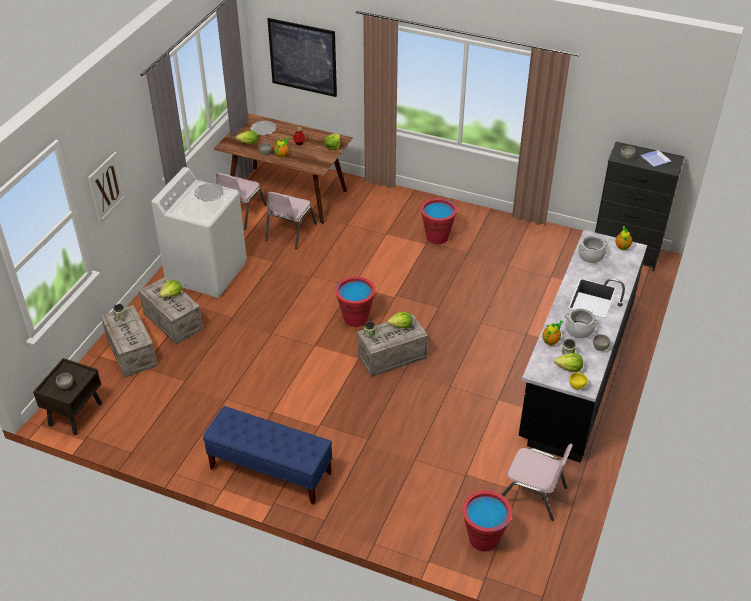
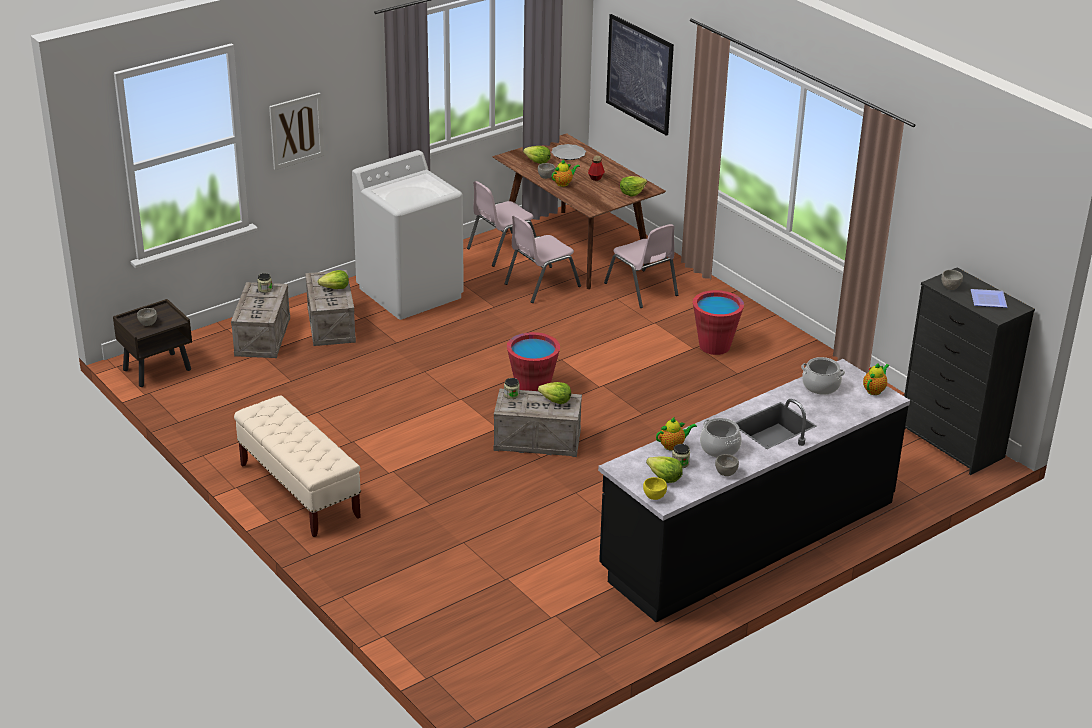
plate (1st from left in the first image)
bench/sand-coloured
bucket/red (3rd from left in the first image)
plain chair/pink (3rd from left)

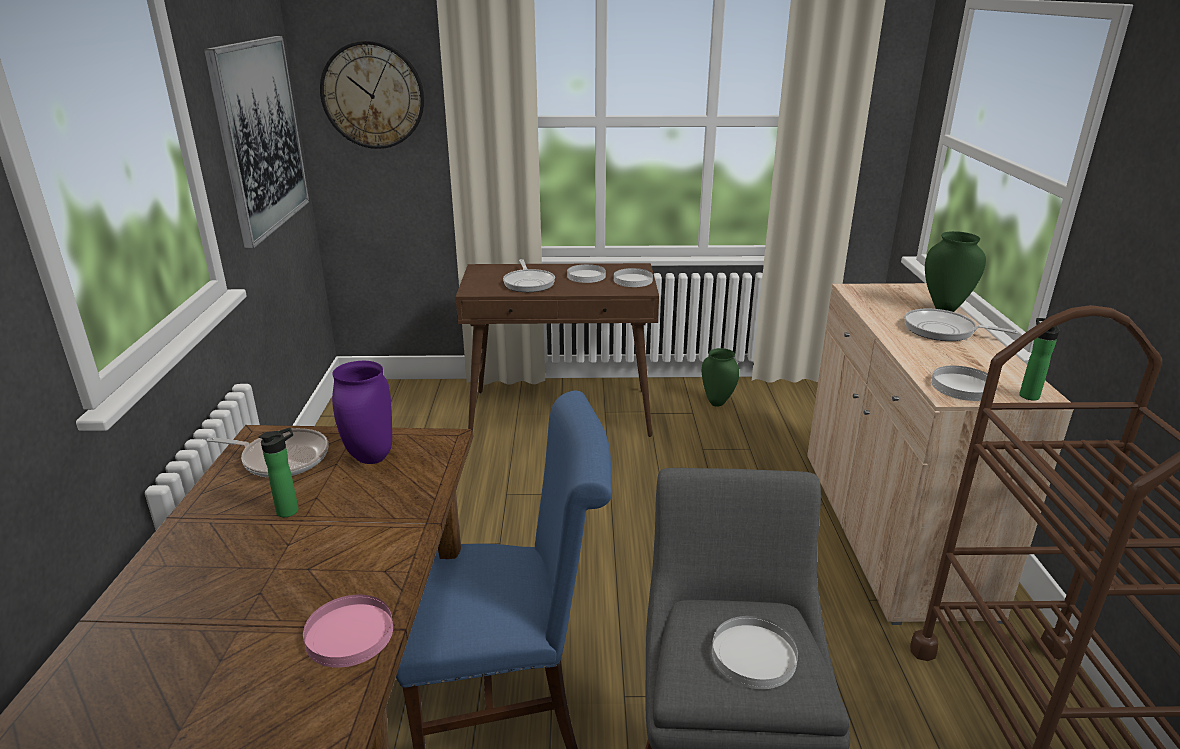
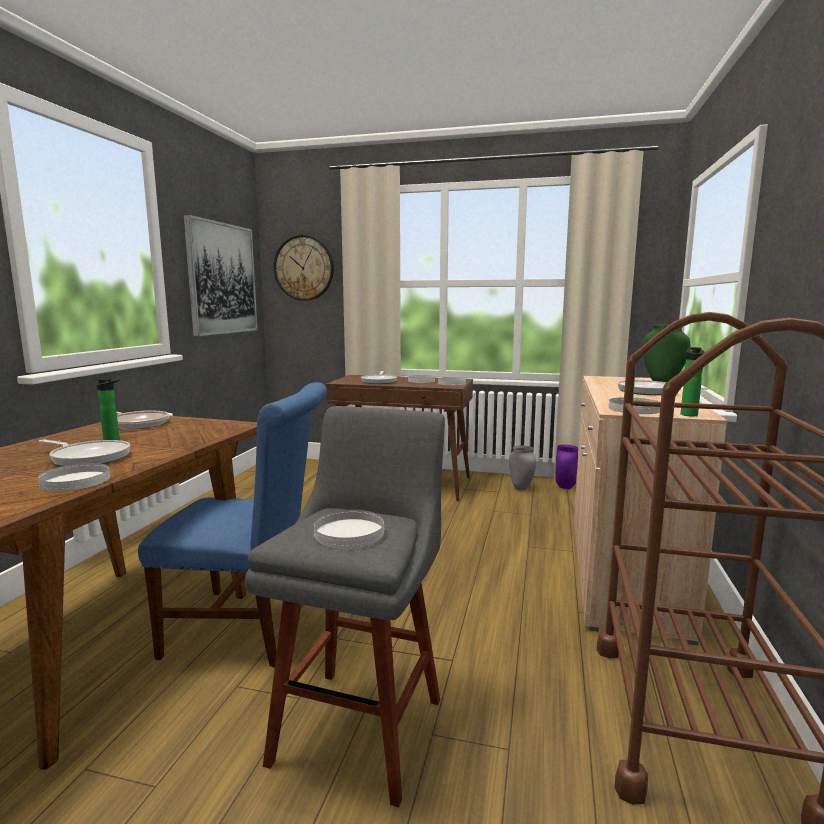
plate/white-coloured (1st from left)
flower vase/purple
flower vase/grey
frying pan (1st from left)

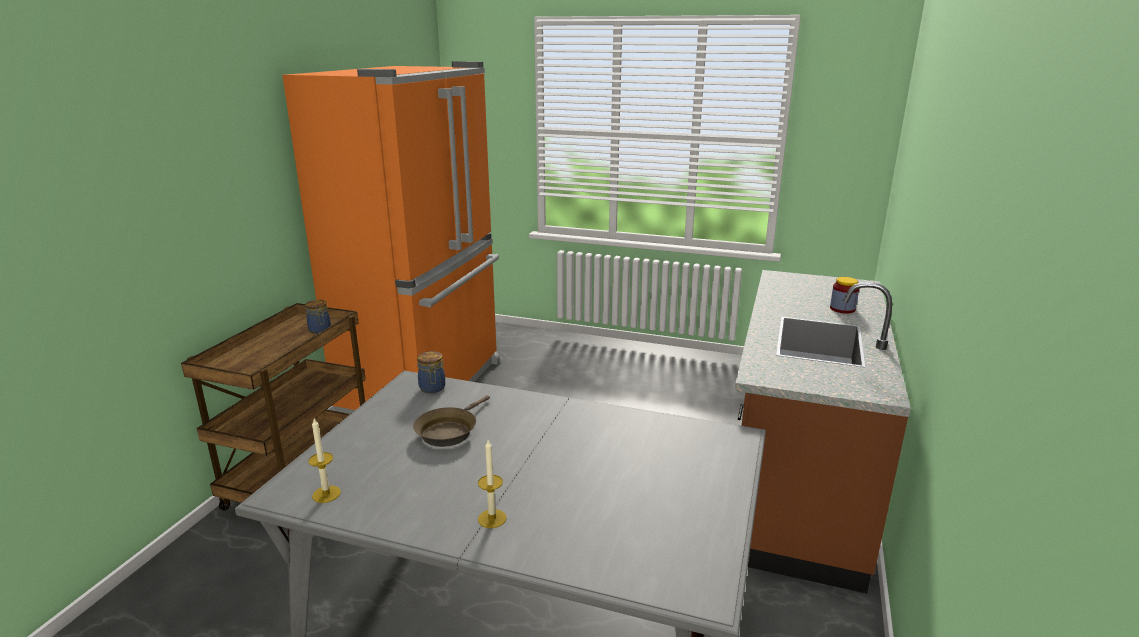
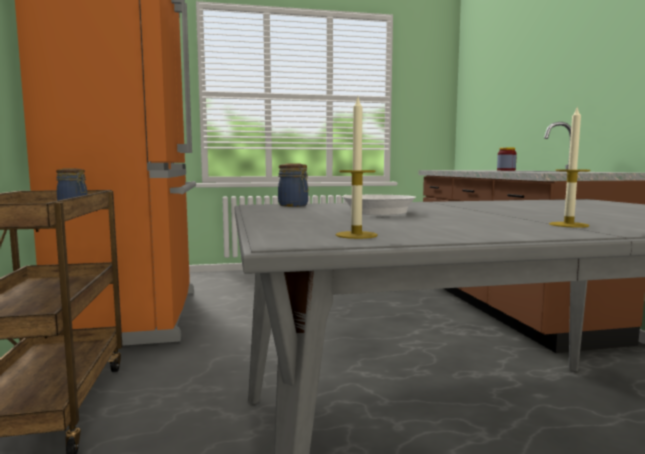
frying pan/white-coloured

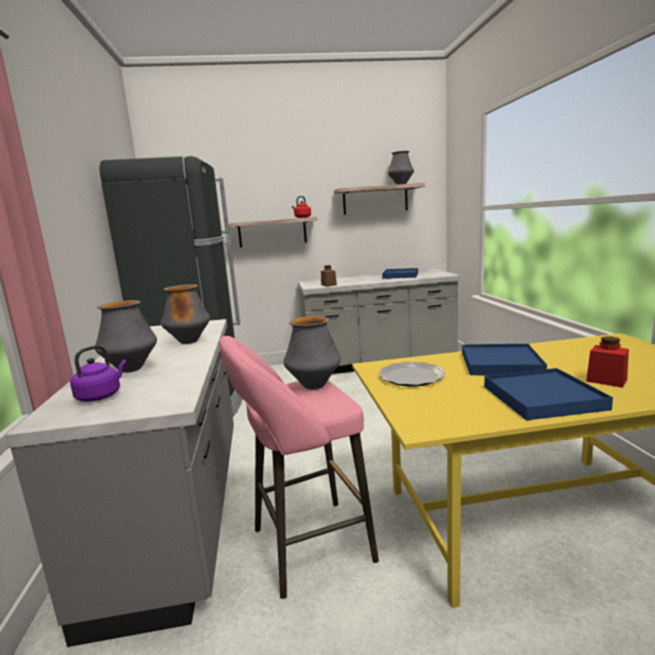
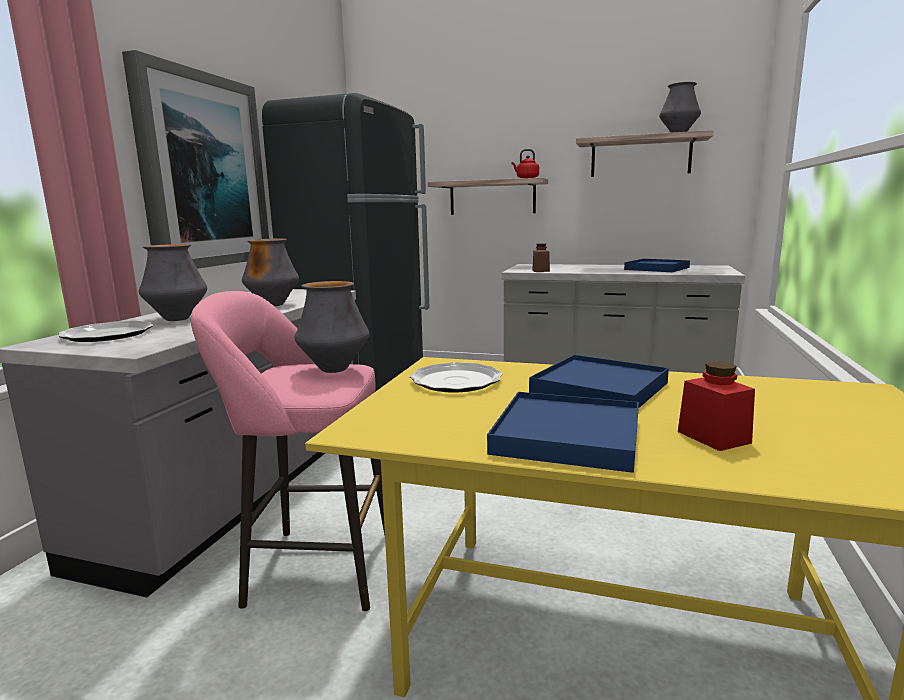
plate (1st from left)
picture

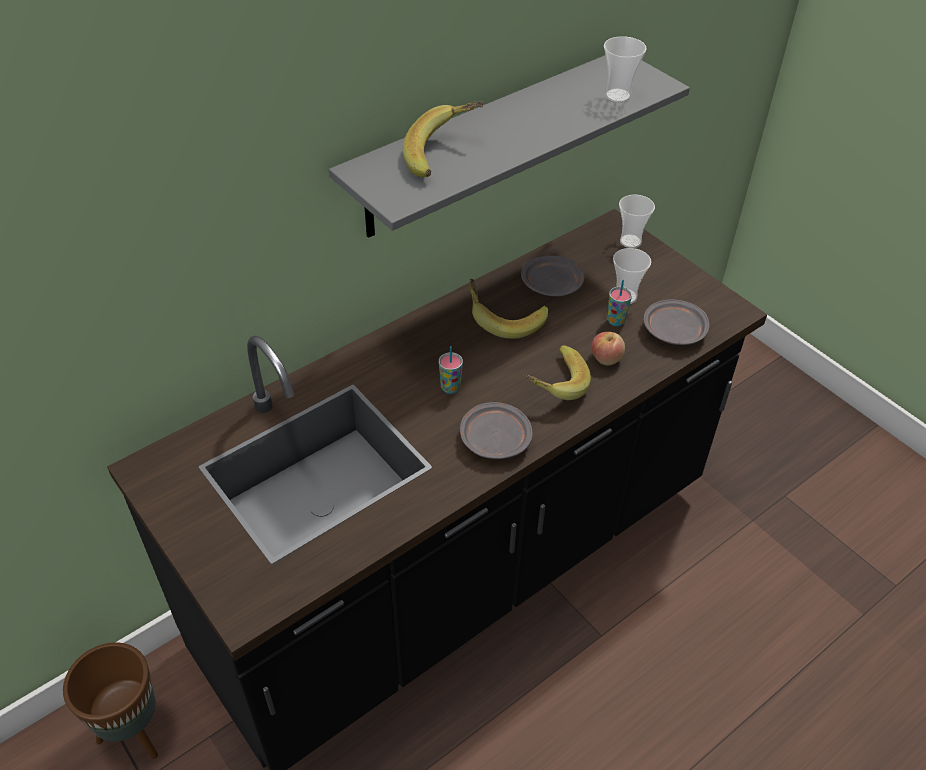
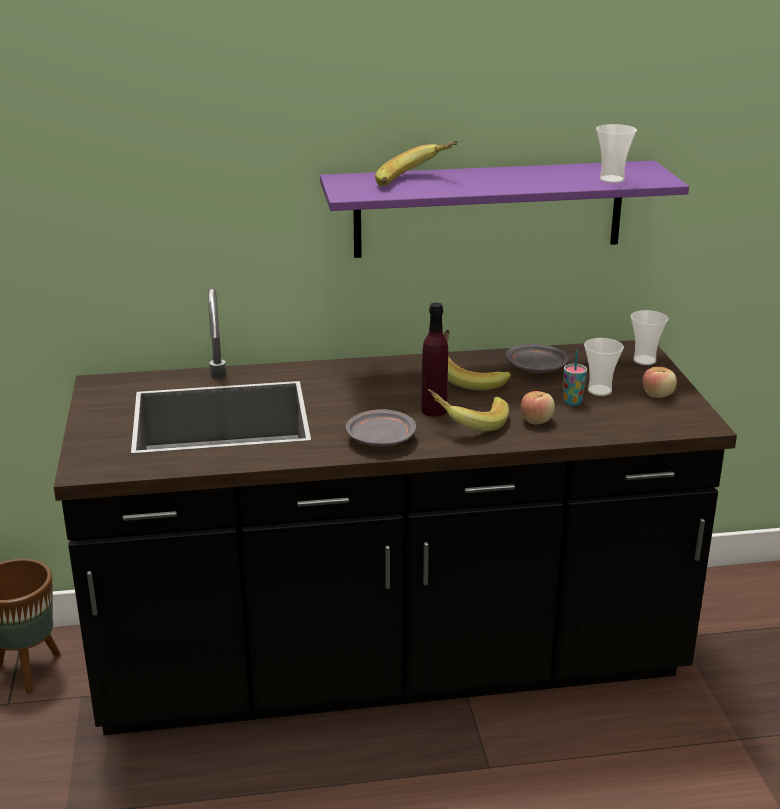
shelf/purple
cup (1st from left in the first image)
plate/grey (3rd from left in the first image)
drink bottle/purple
apple (2nd from left)

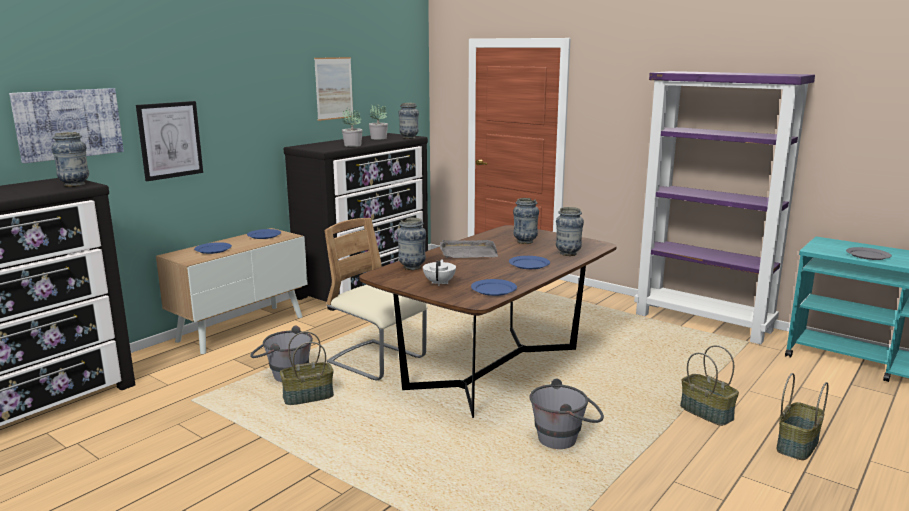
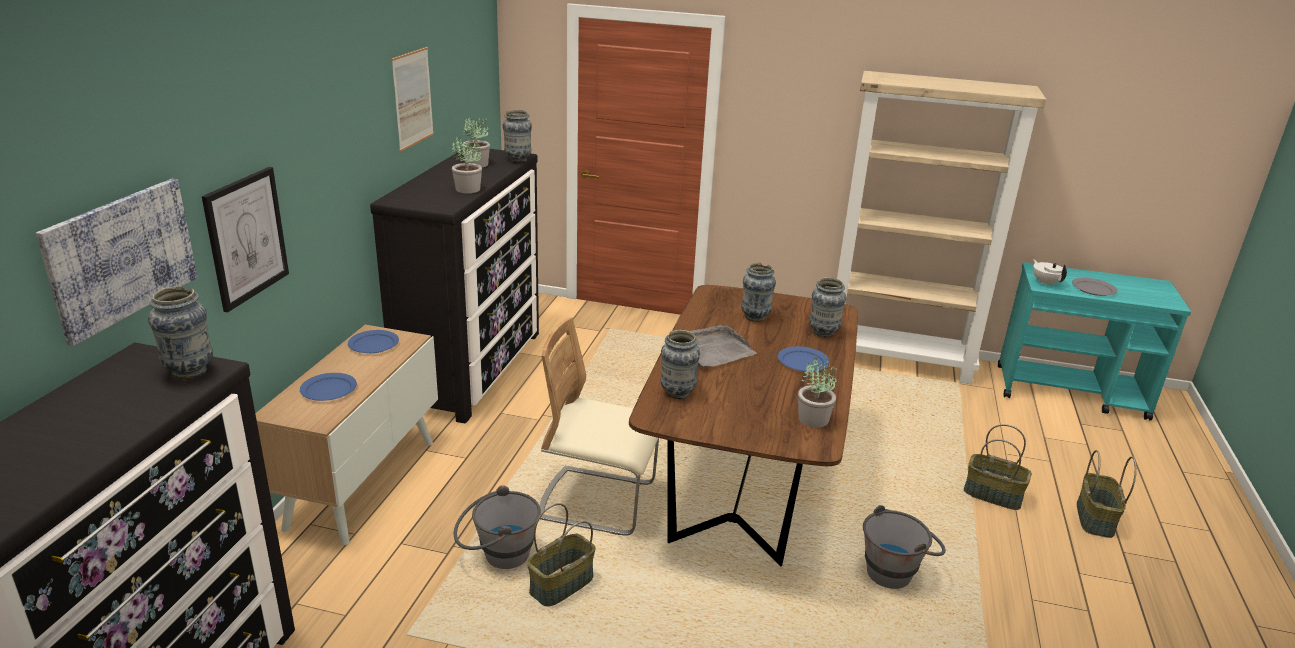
tea pot/white-coloured
plant in a pot (3rd from left)
bookshelf/sand-coloured

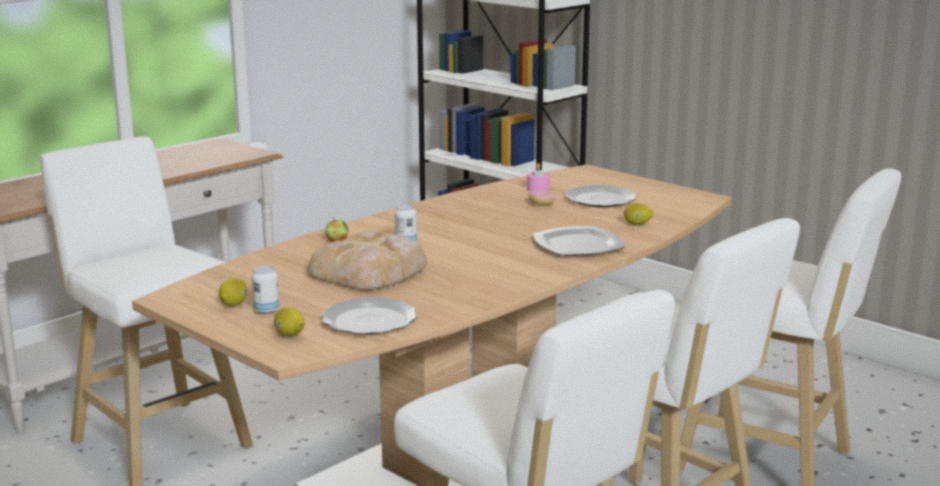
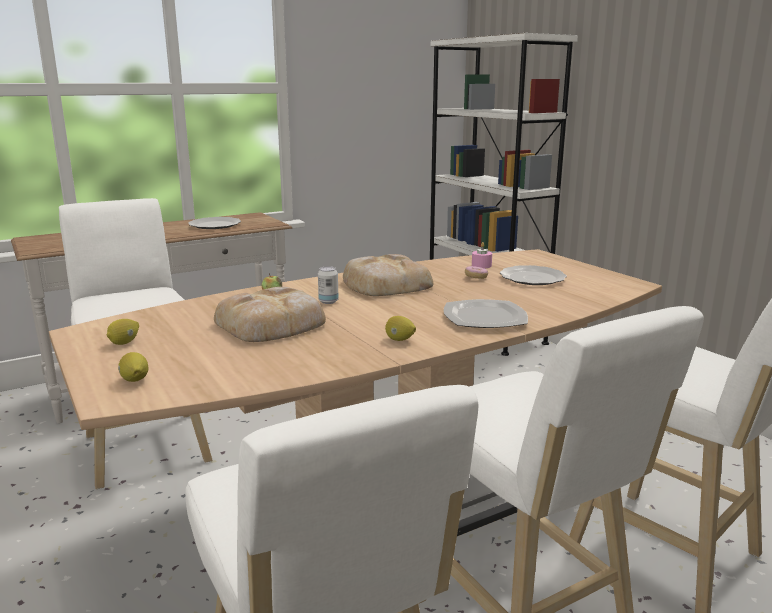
sealed can (1st from left in the first image)
plate (1st from left)
citrus fruit (3rd from left)
bakery bread (2nd from left)

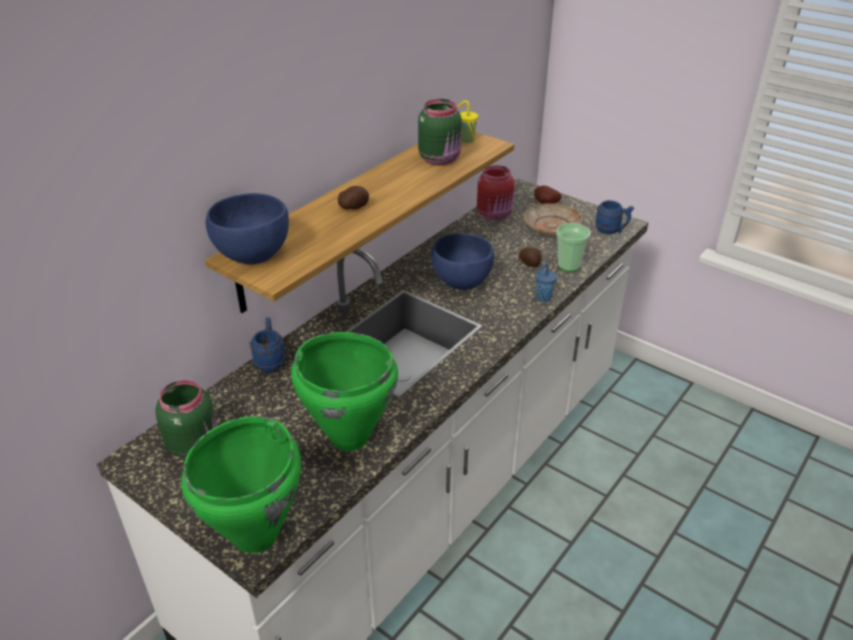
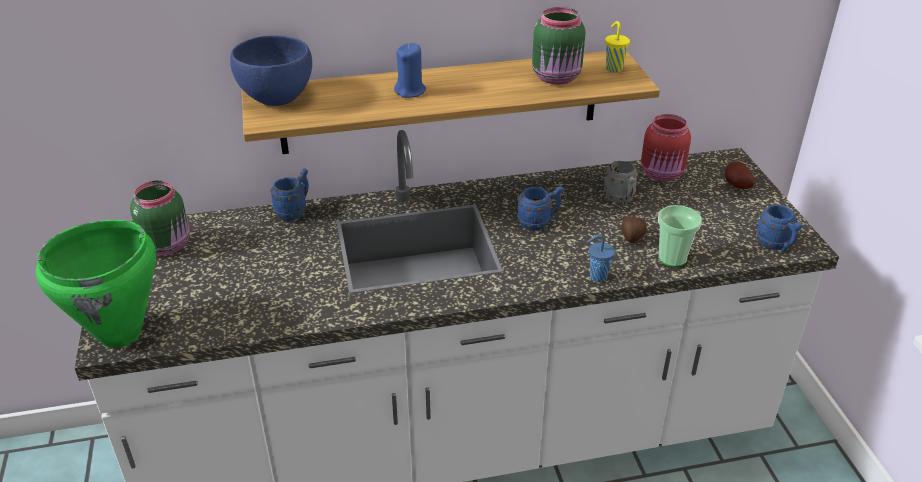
stockpot/green-coloured (2nd from left in the first image)
wax light/bluish
mug/bluish (2nd from left)
plate/sand-coloured
mug/grey

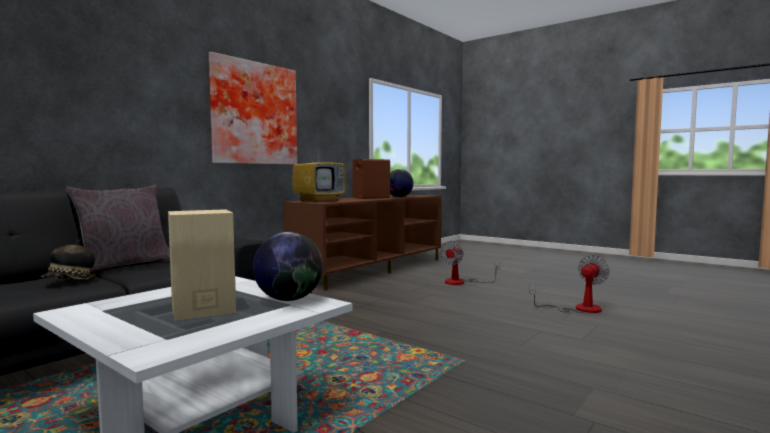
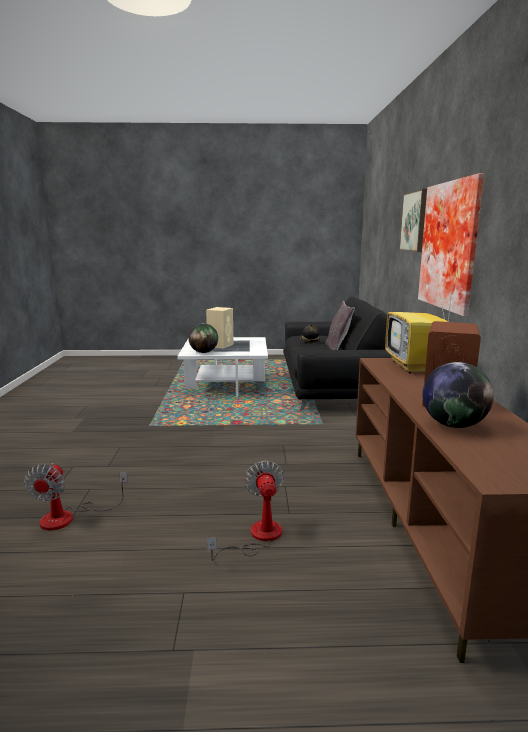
picture (1st from left)

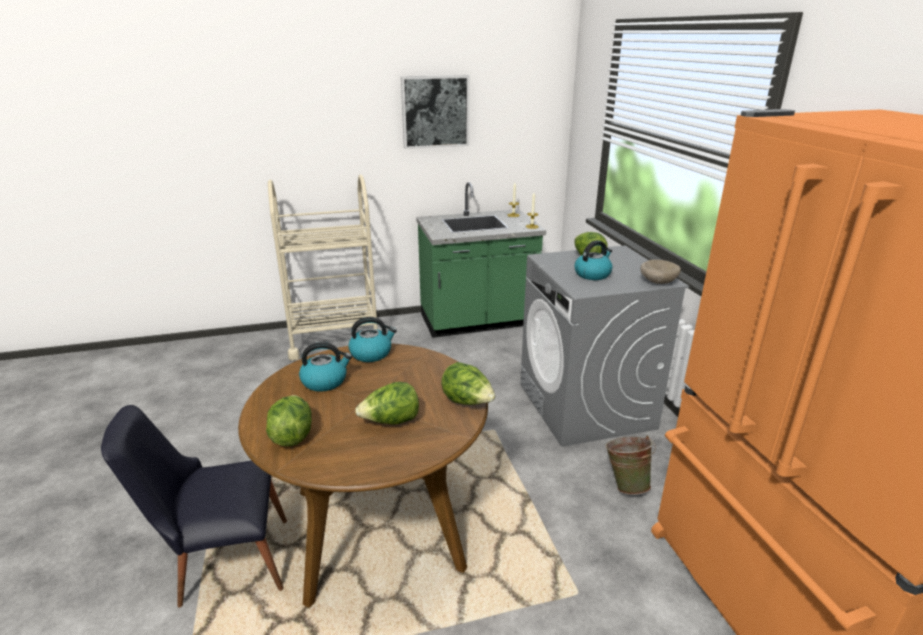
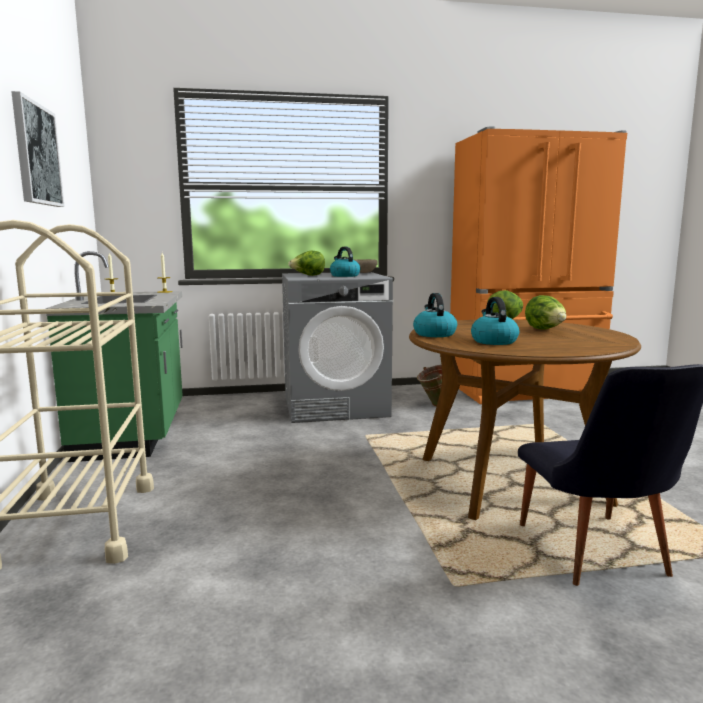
head of lettuce (1st from left in the first image)

